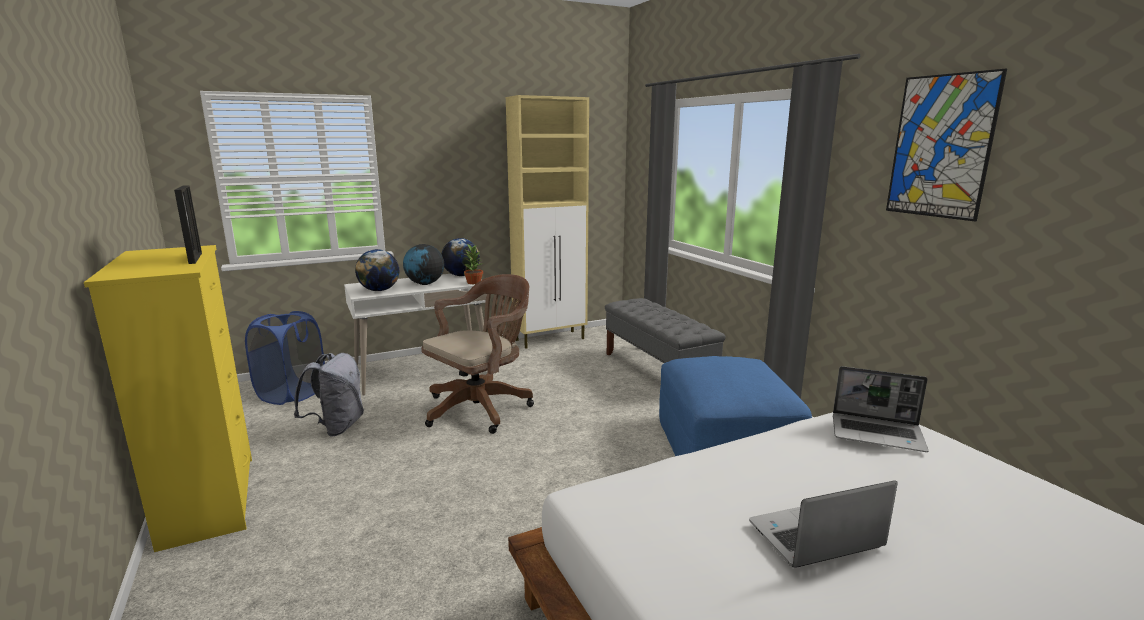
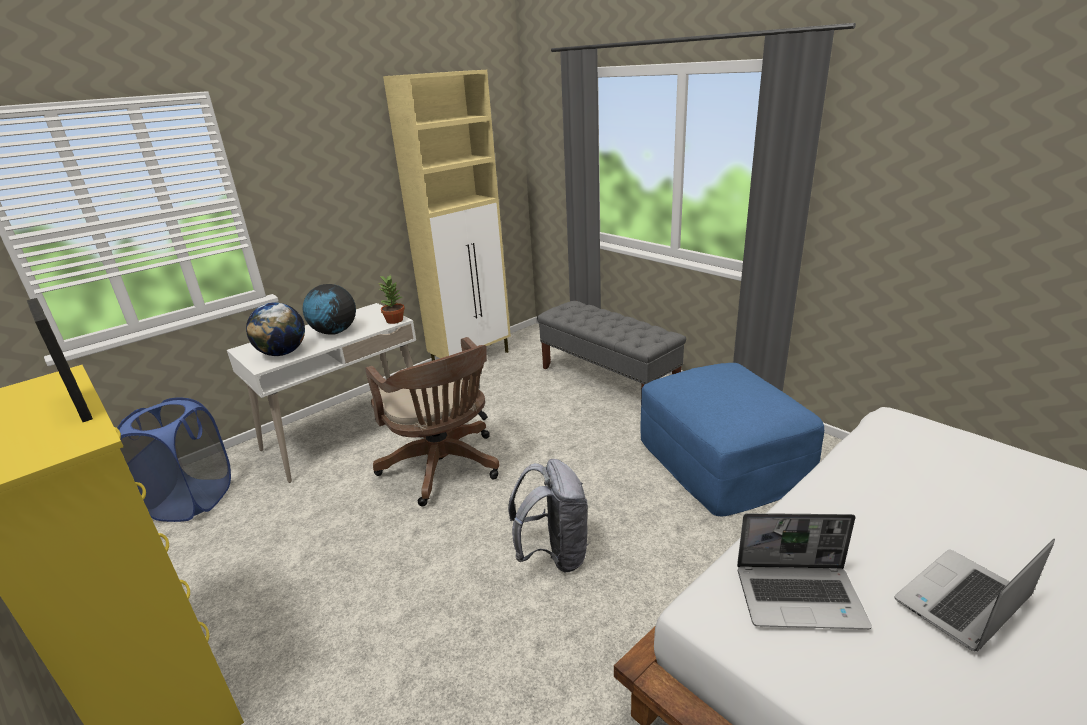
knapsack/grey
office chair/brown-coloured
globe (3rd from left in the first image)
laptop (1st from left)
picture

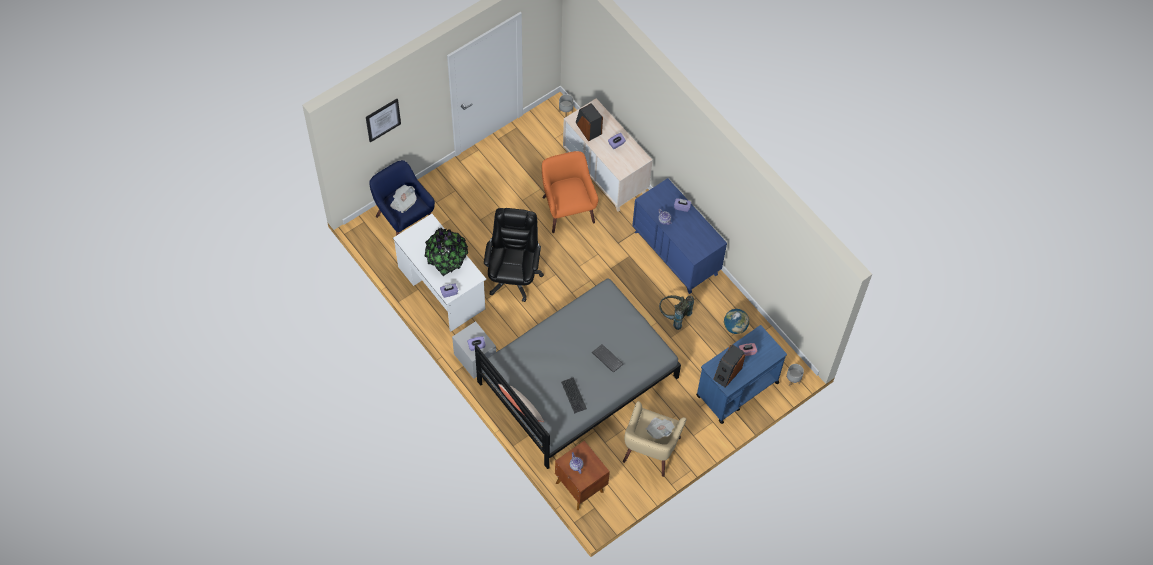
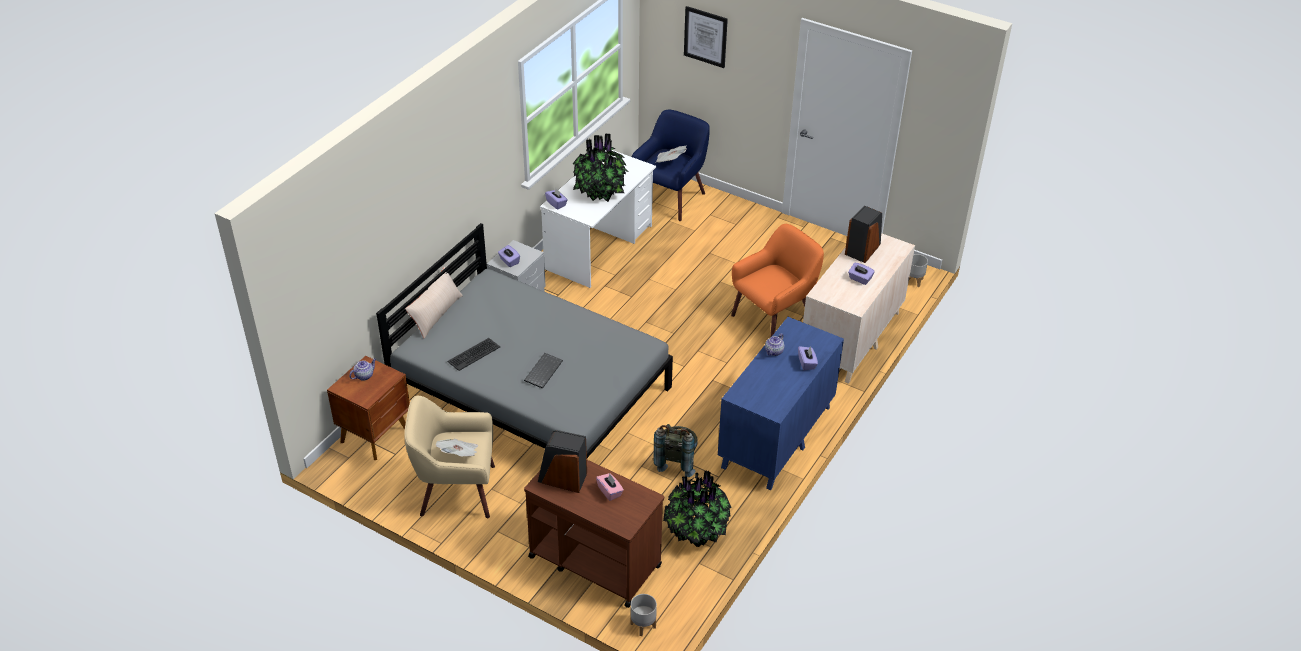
office chair/blackish
cart/brown-coloured
plant in a pot (2nd from left)

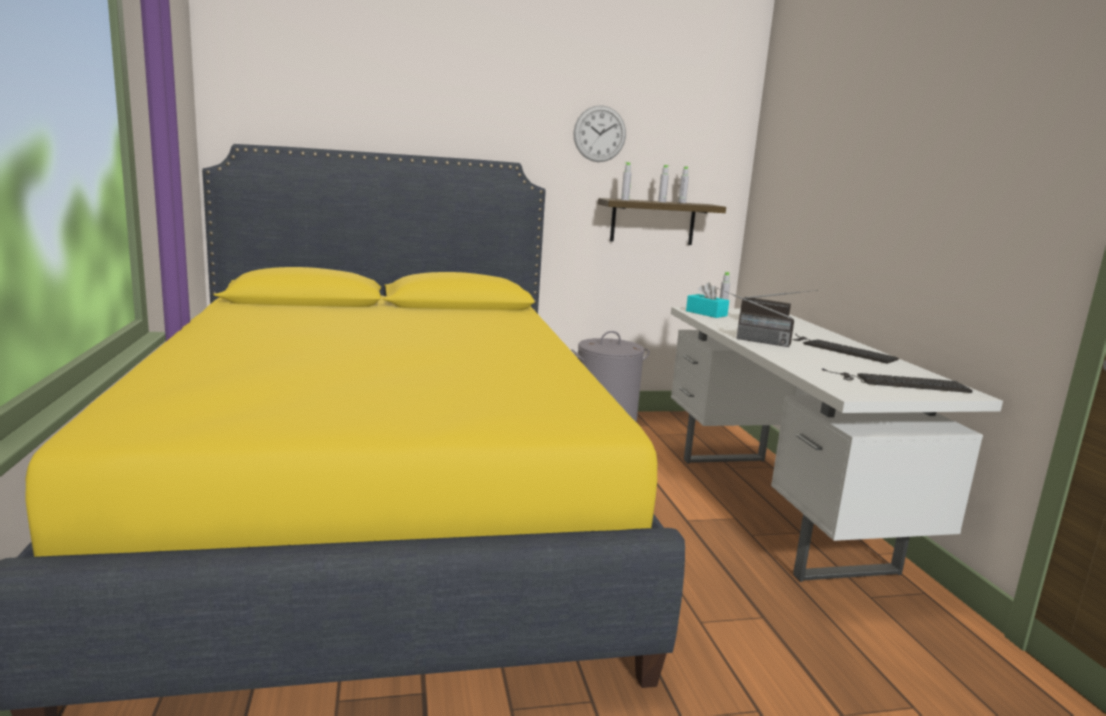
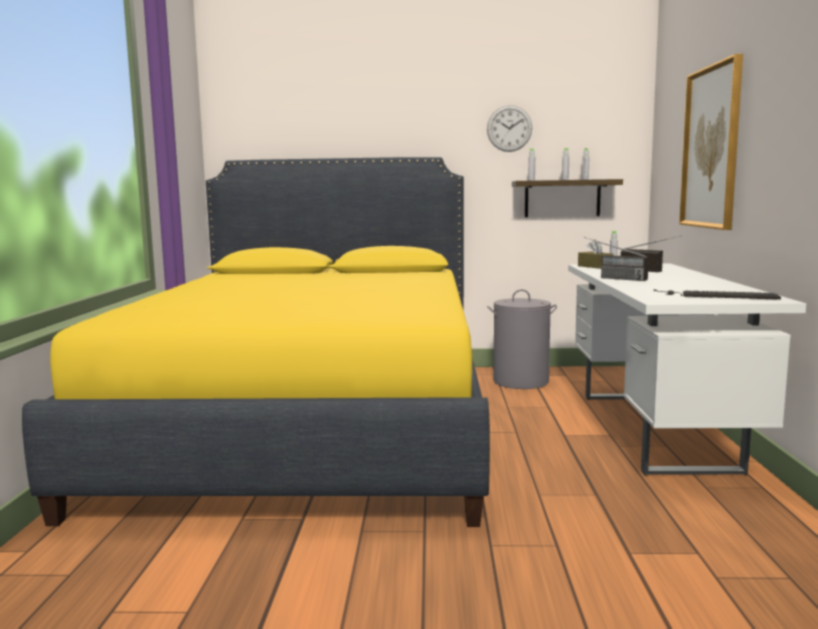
tissue holder/brown-coloured
PC keyboard (1st from left in the first image)
picture

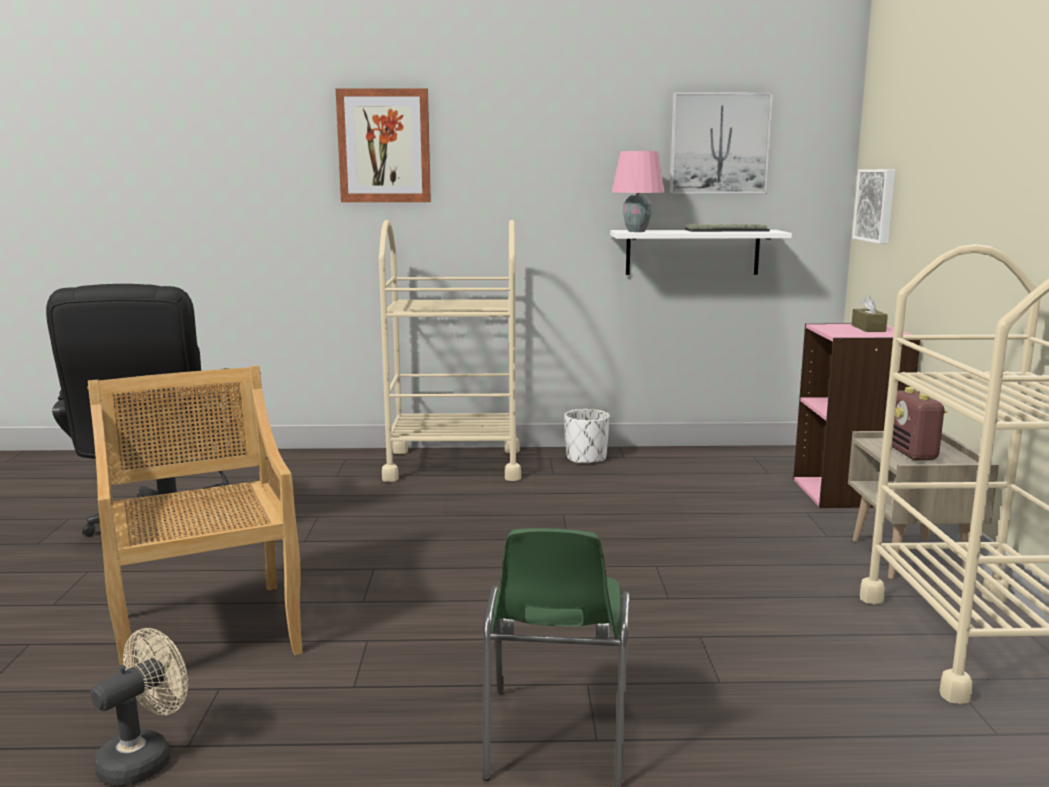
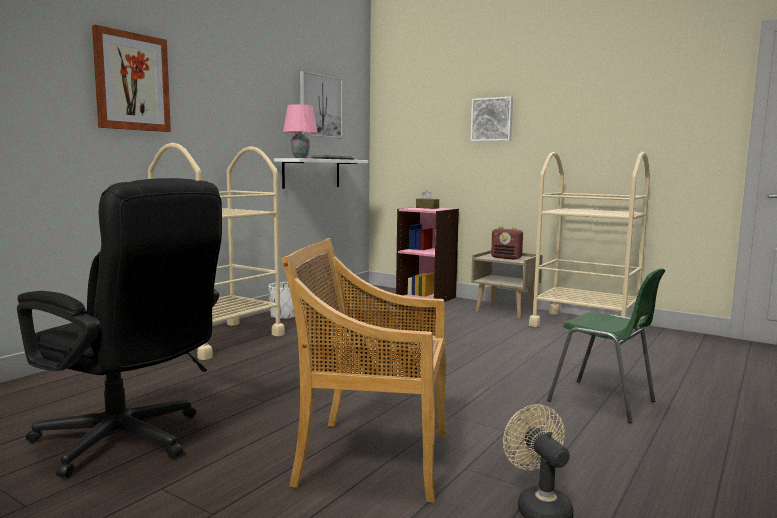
picture (3rd from left)

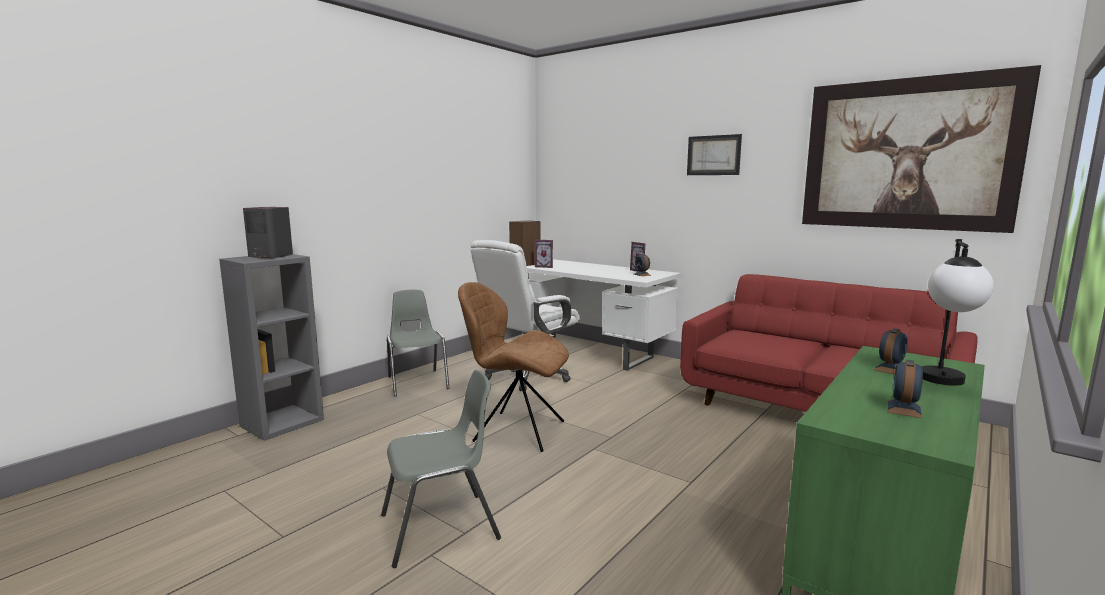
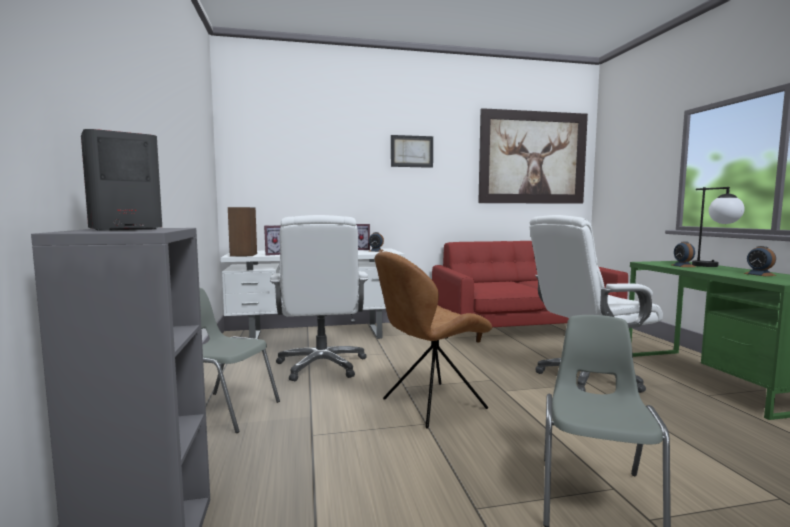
office chair/white-coloured (2nd from left)

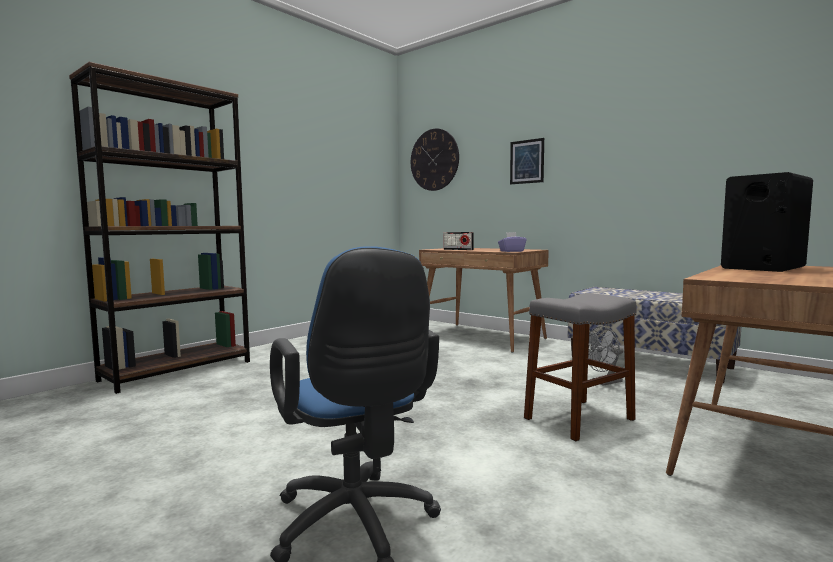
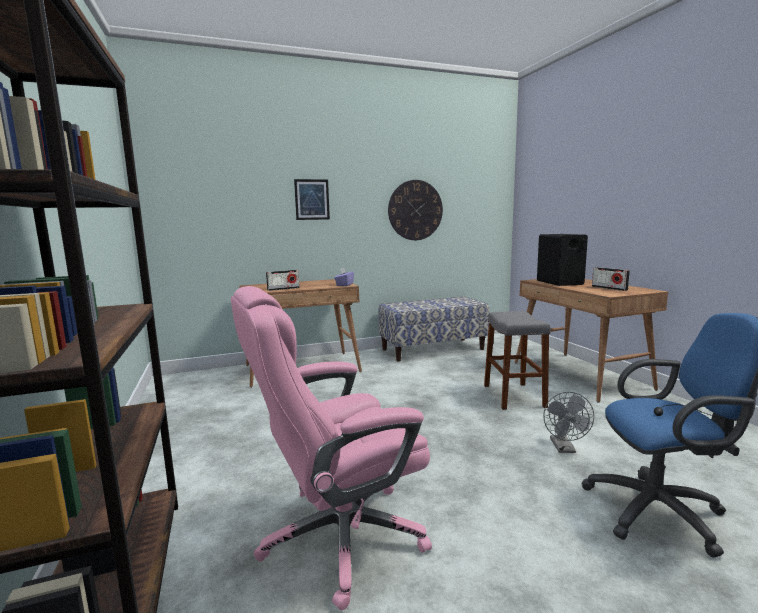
clock on the wall
electric fan/grey
office chair/pink
radio receiver (2nd from left)

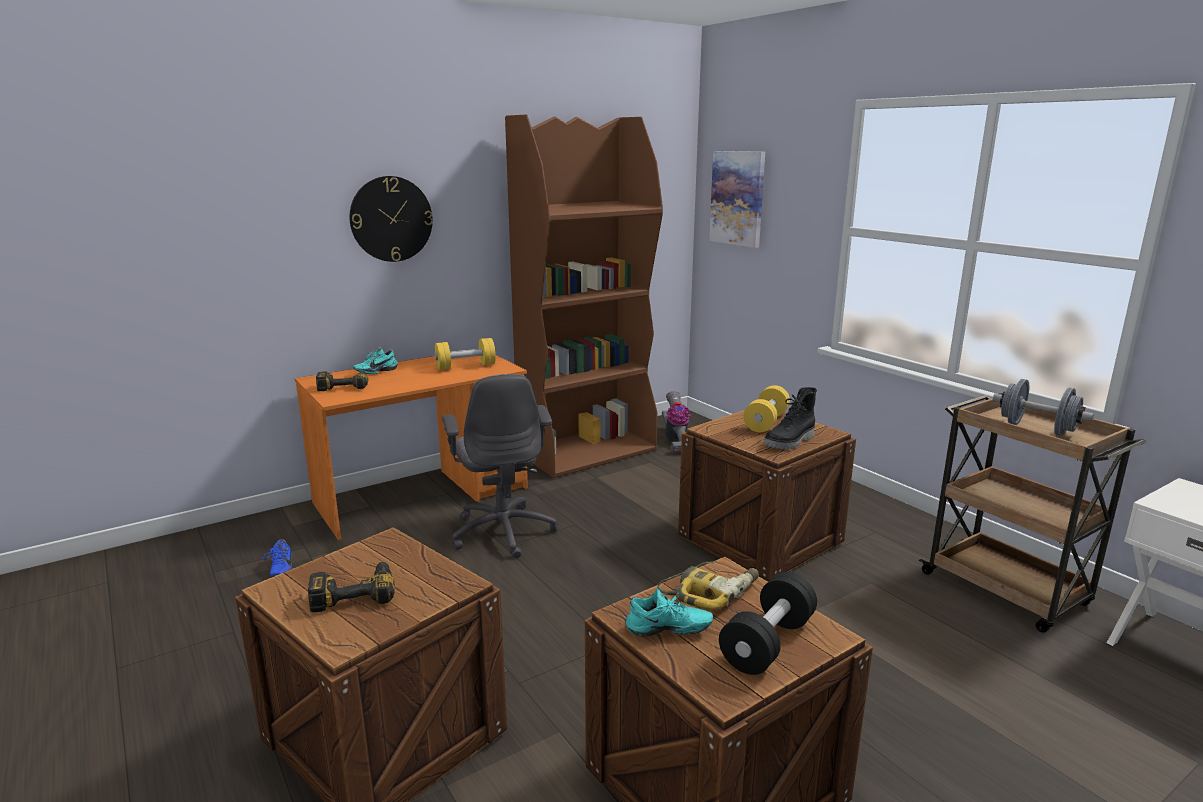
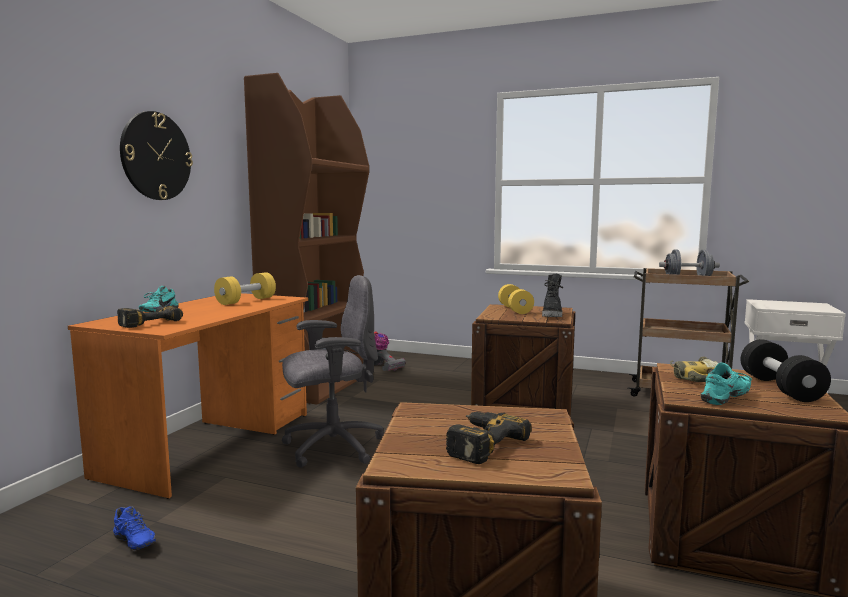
office chair/grey
picture

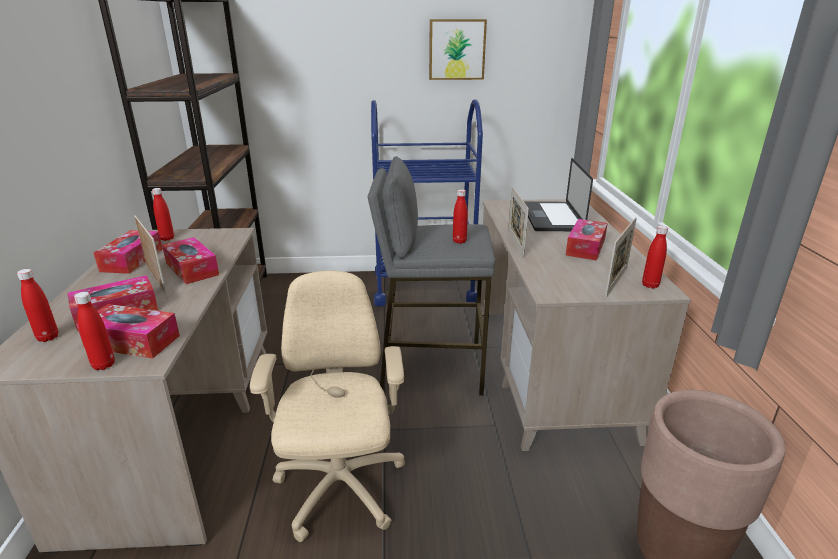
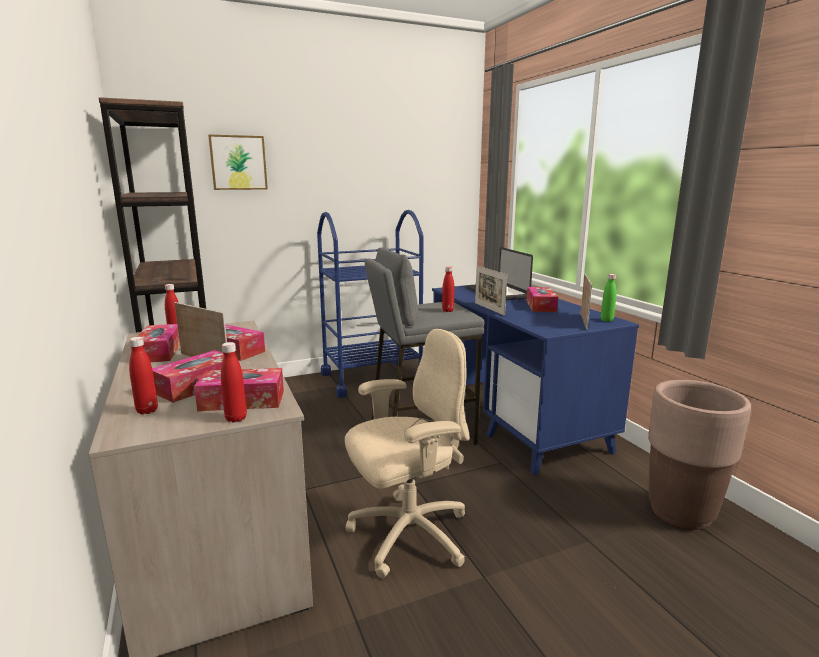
office chair/sand-coloured
picture
desk unit/bluish
drink bottle/green-coloured

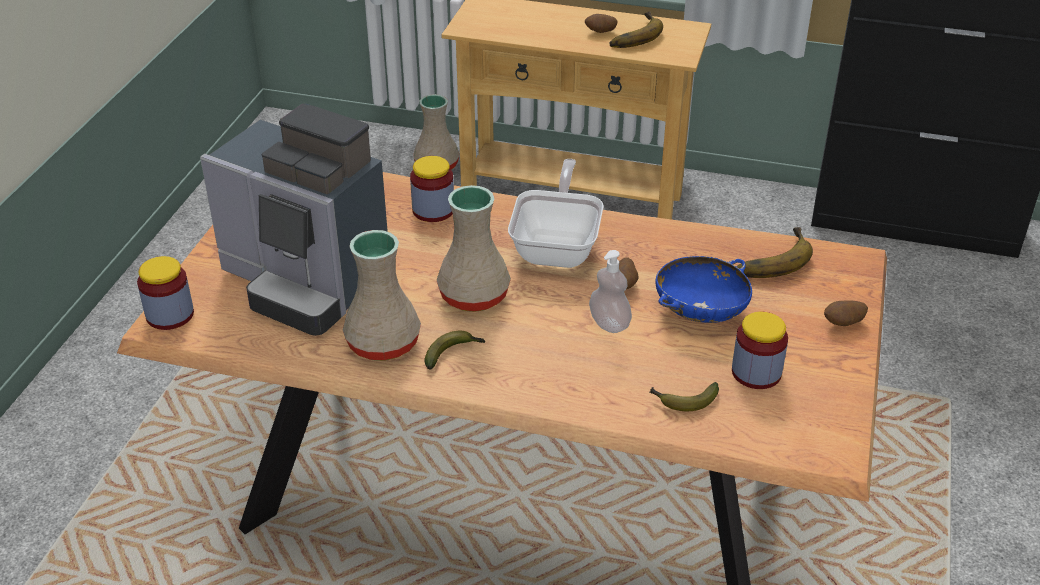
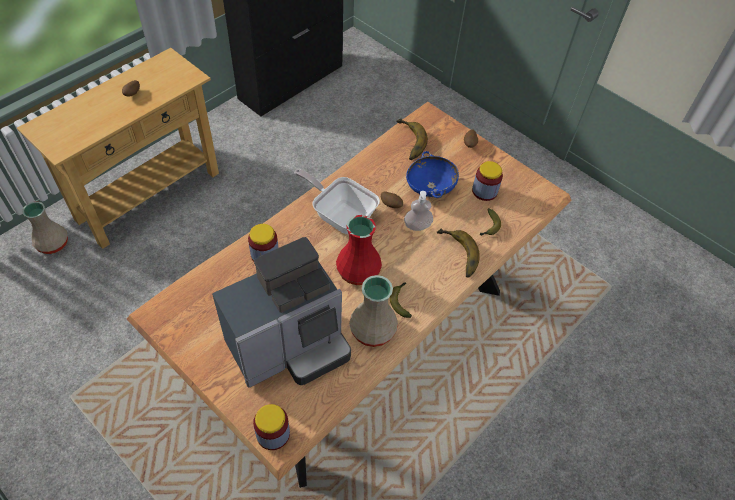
flower vase/red
banana fruit (3rd from left)

